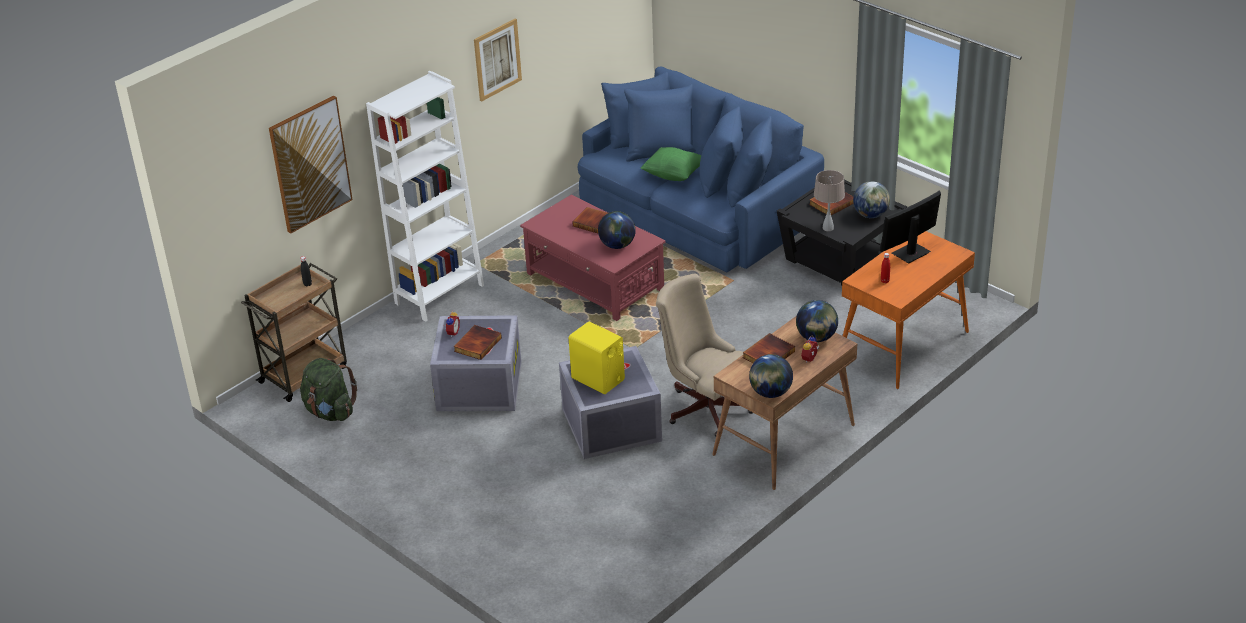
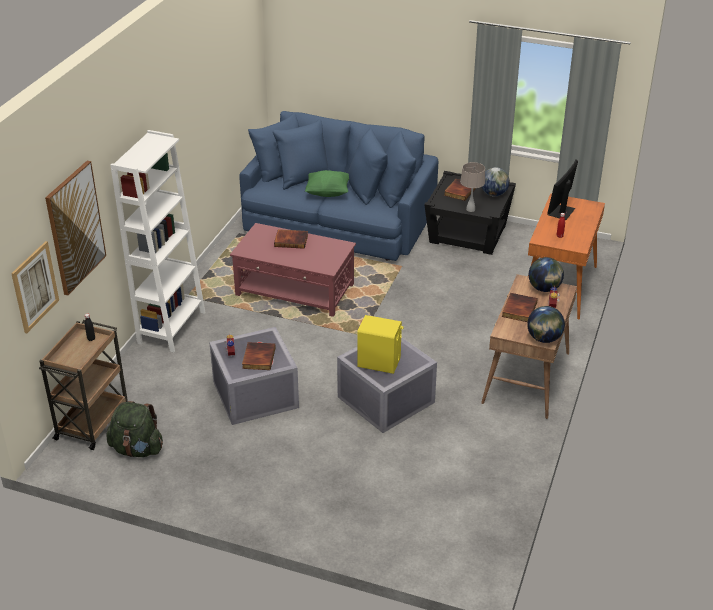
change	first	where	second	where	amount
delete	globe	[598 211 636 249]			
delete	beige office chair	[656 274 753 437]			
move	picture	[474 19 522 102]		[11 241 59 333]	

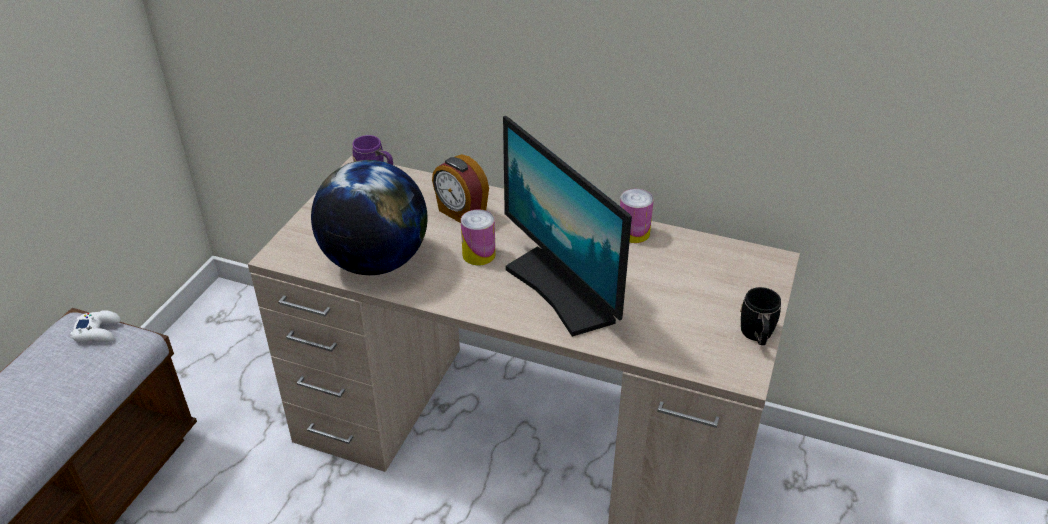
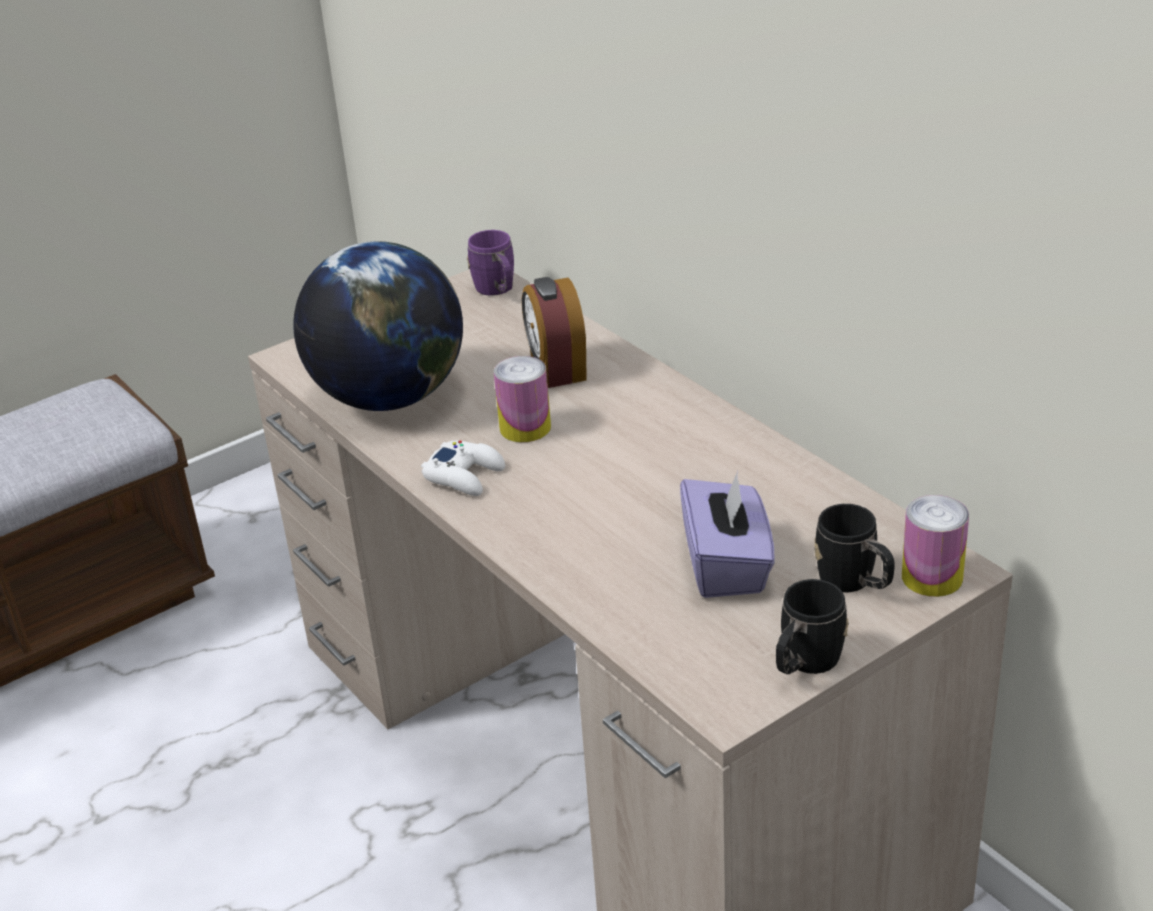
change	first	where	second	where	amount
delete	monitor	[503 116 632 337]			
insert			purple tissue box	[680 471 775 598]	
insert			black mug	[814 504 894 592]	
move	white game controller	[70 310 121 342]		[421 441 505 496]	
move	can	[620 189 654 243]		[902 495 969 597]	

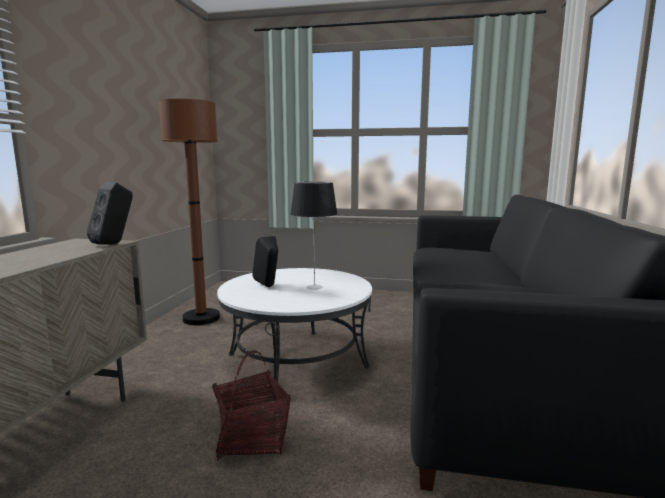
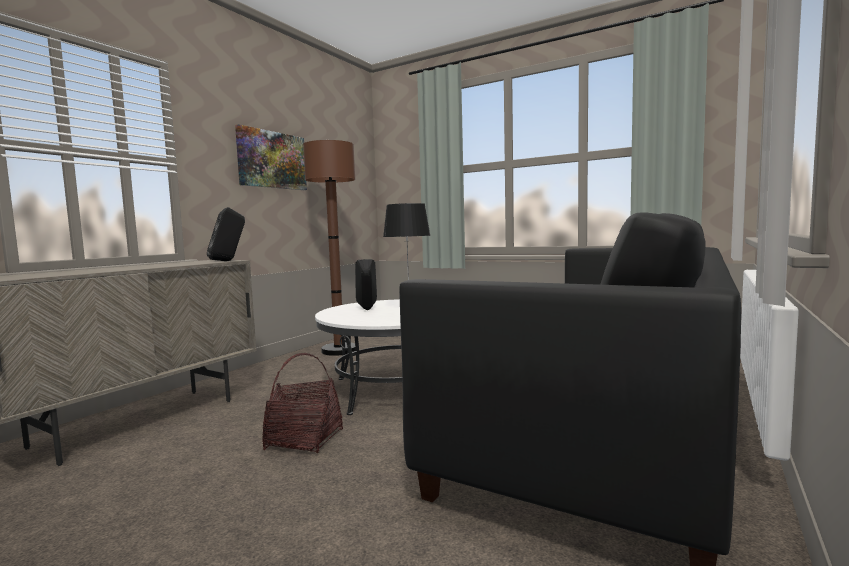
change	first	where	second	where	amount
insert			picture	[235 124 307 190]	

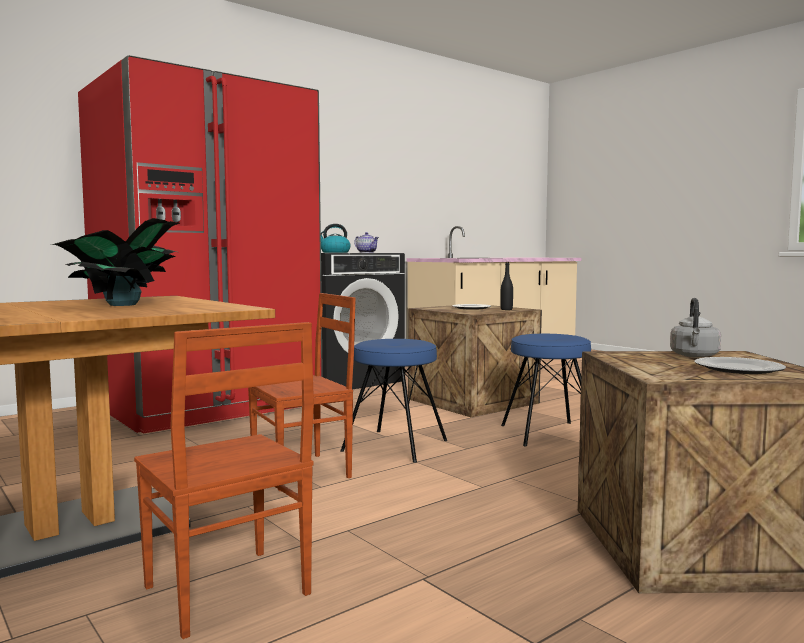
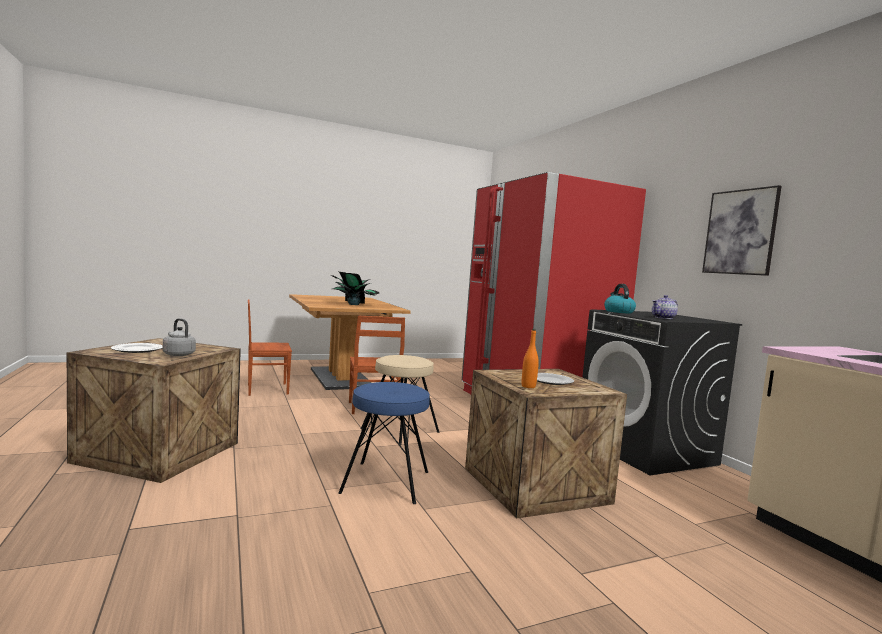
change	first	where	second	where	amount
insert			picture	[702 185 782 276]	
recolor	blue stool	[340 339 447 463]	beige stool	[361 355 440 445]	
recolor	black bottle	[500 262 513 310]	orange bottle	[522 329 539 388]	

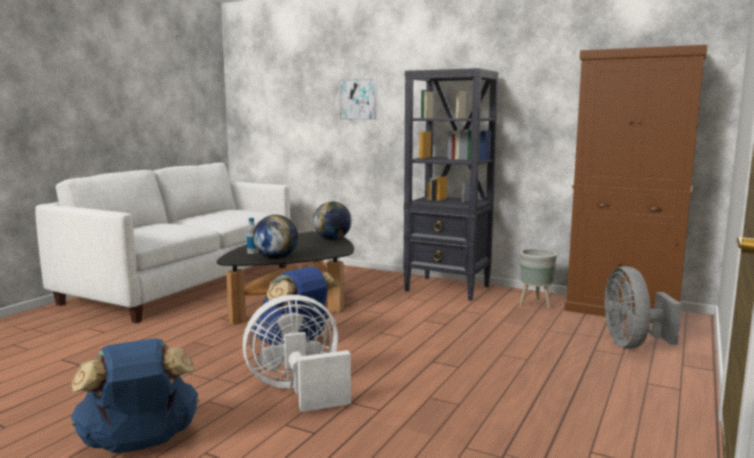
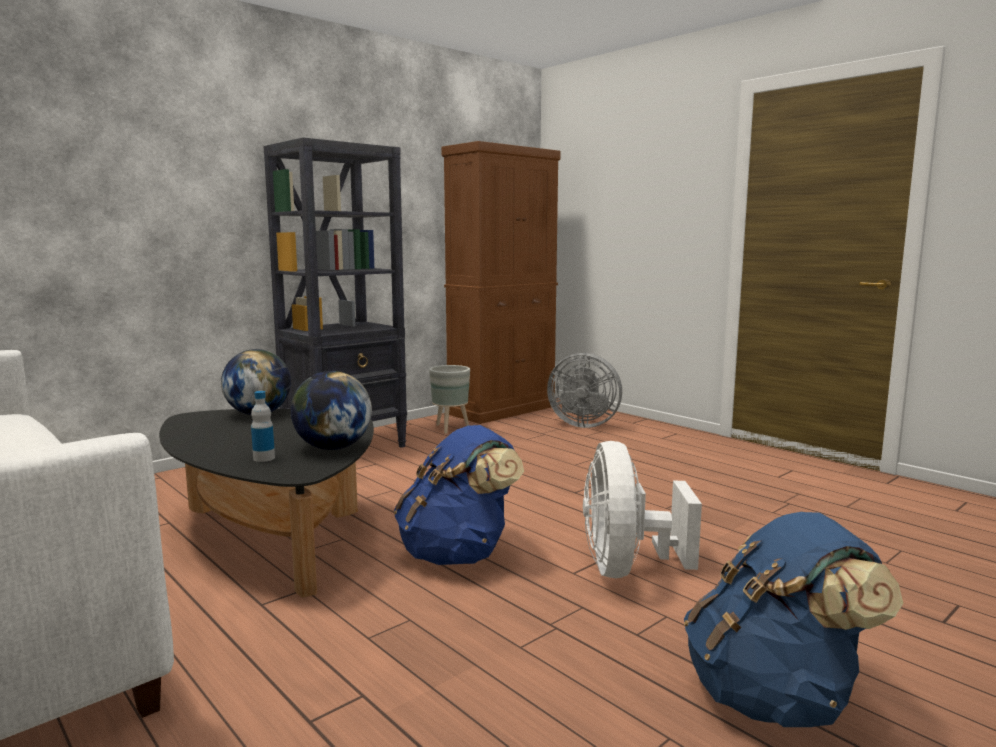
change	first	where	second	where	amount
delete	picture	[340 79 377 120]			

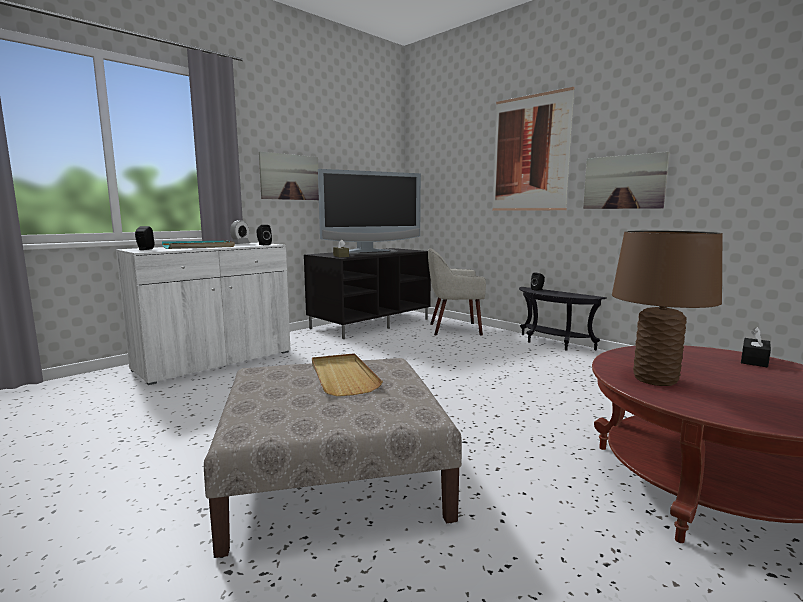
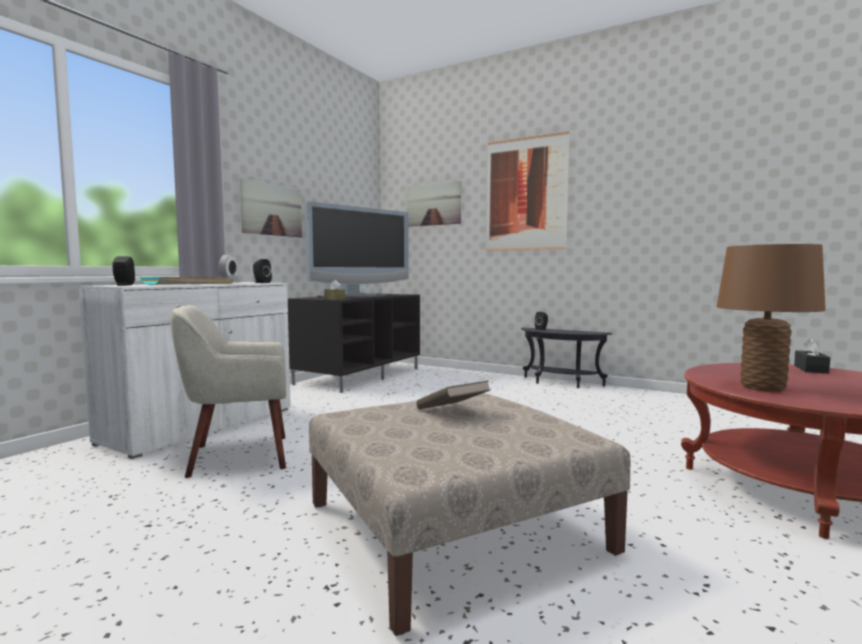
change	first	where	second	where	amount
move	beige armchair	[428 248 486 336]		[171 305 286 478]	
move	picture	[583 152 669 209]		[407 181 461 227]	
replace	beige tray	[312 353 383 396]	brown book	[416 380 490 410]	

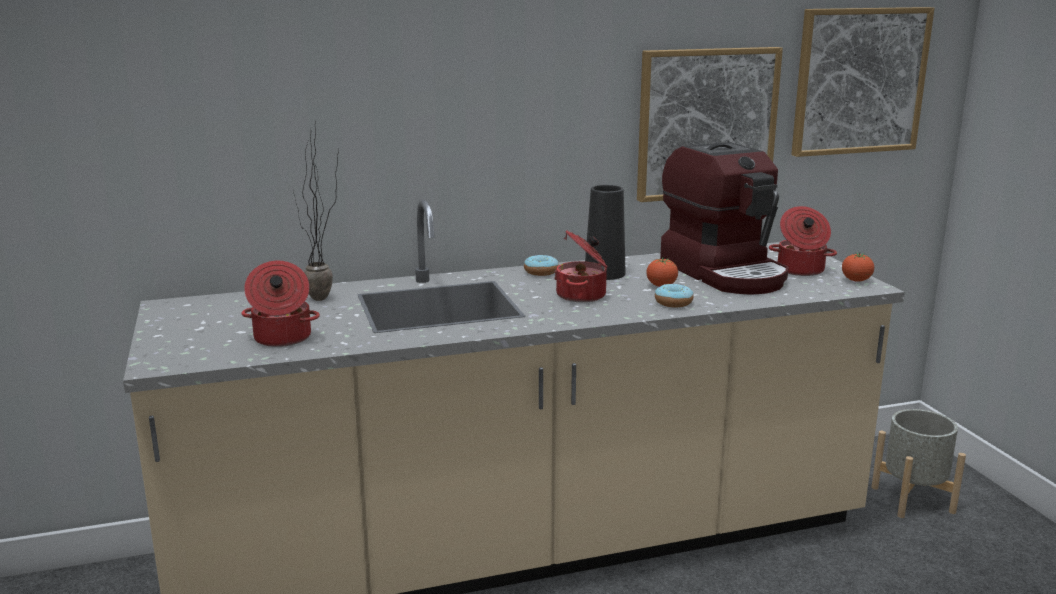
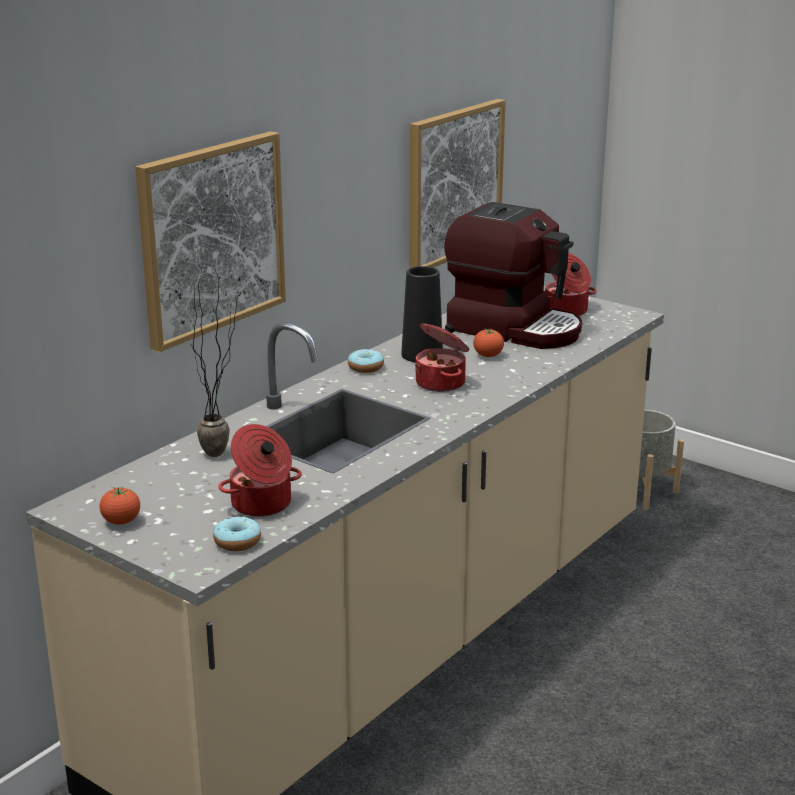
change	first	where	second	where	amount
move	donut	[655 284 693 308]		[213 516 261 551]	
move	picture	[791 7 935 157]		[135 131 286 352]	
move	tomato	[842 252 874 282]		[100 486 140 525]	

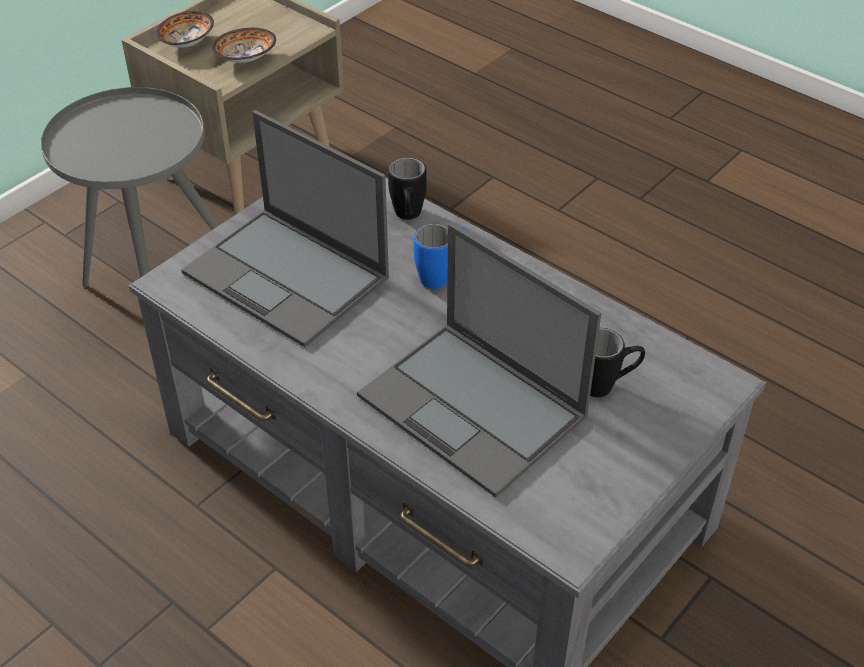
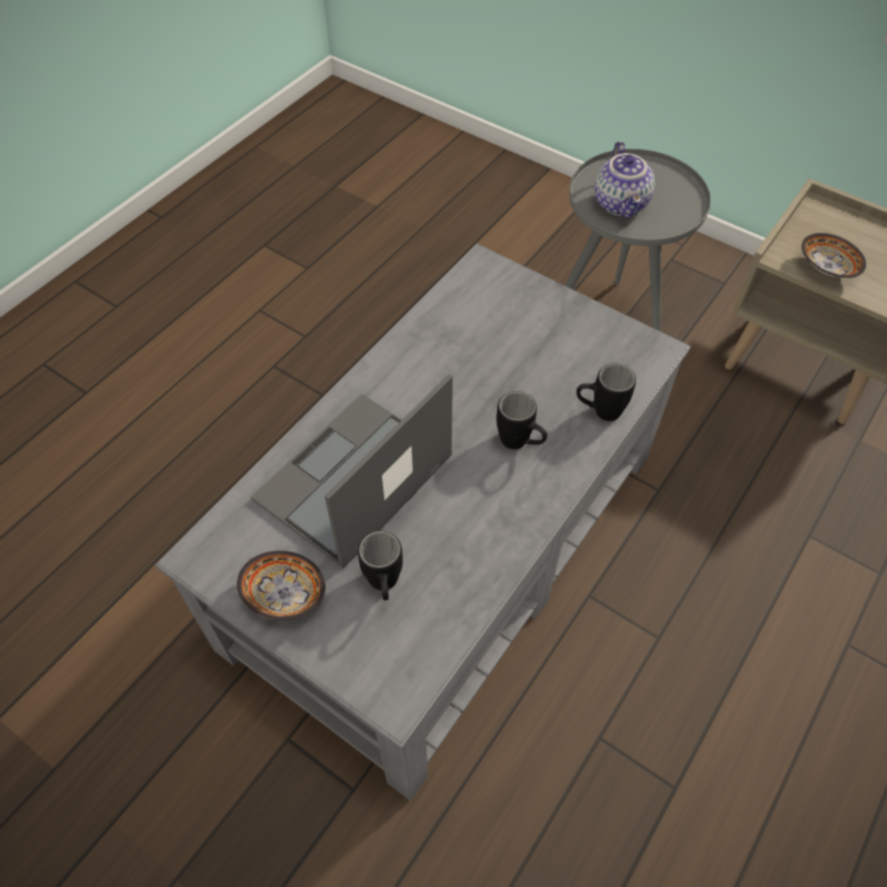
change	first	where	second	where	amount
delete	laptop	[181 110 389 347]			
insert			teapot	[595 141 655 218]	
move	bowl	[156 11 214 48]		[237 551 325 620]	
recolor	blue mug	[413 224 465 289]	black mug	[496 391 547 449]	

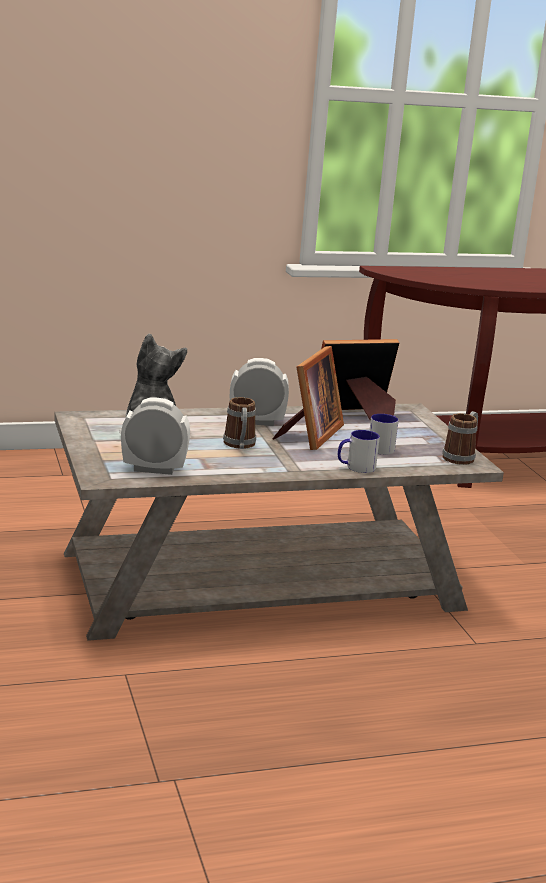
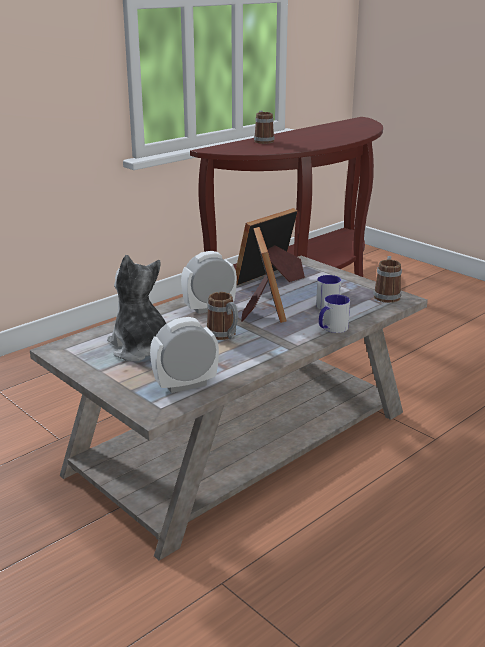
change	first	where	second	where	amount
insert			mug	[254 111 275 144]	

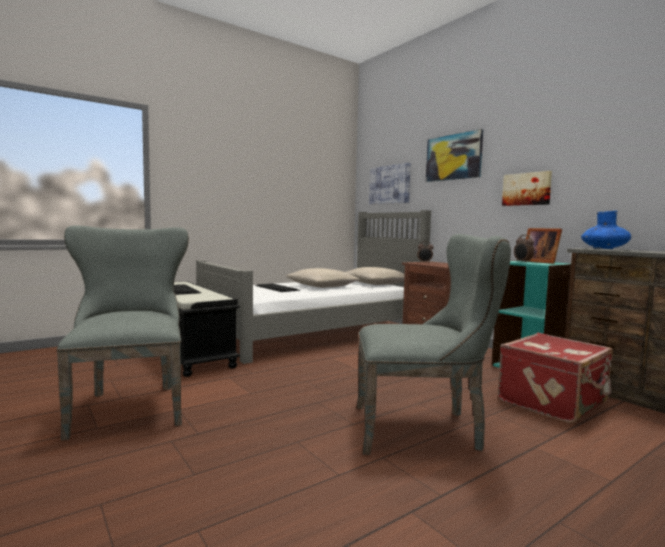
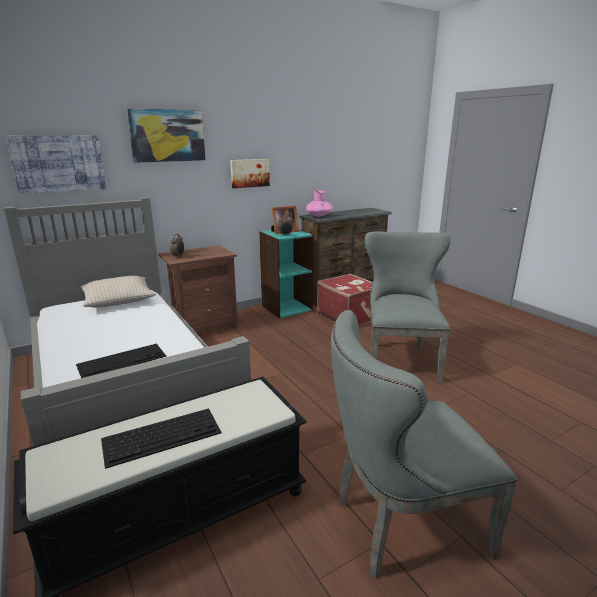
change	first	where	second	where	amount
delete	beige pillow	[286 268 360 288]			
recolor	blue vase	[581 211 631 249]	pink vase	[306 191 333 217]	

